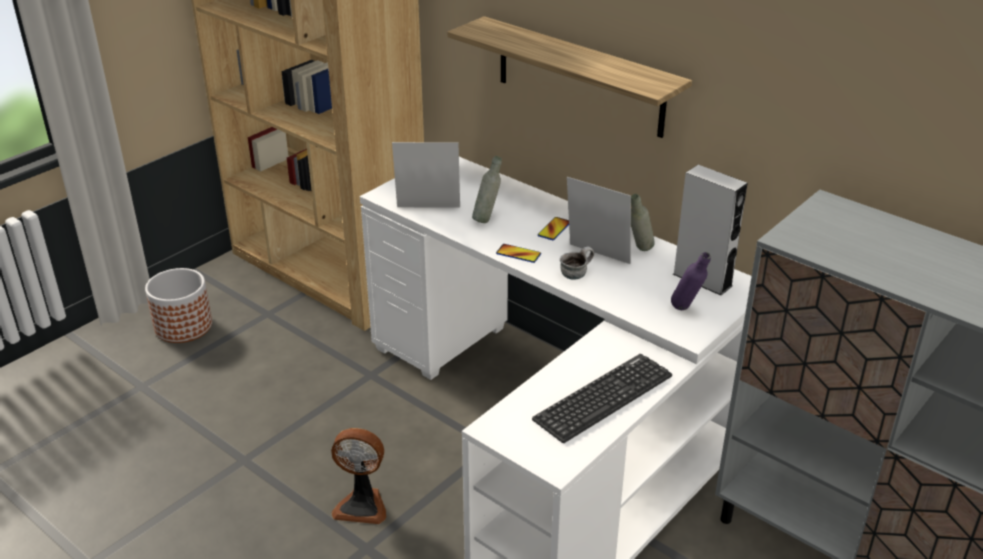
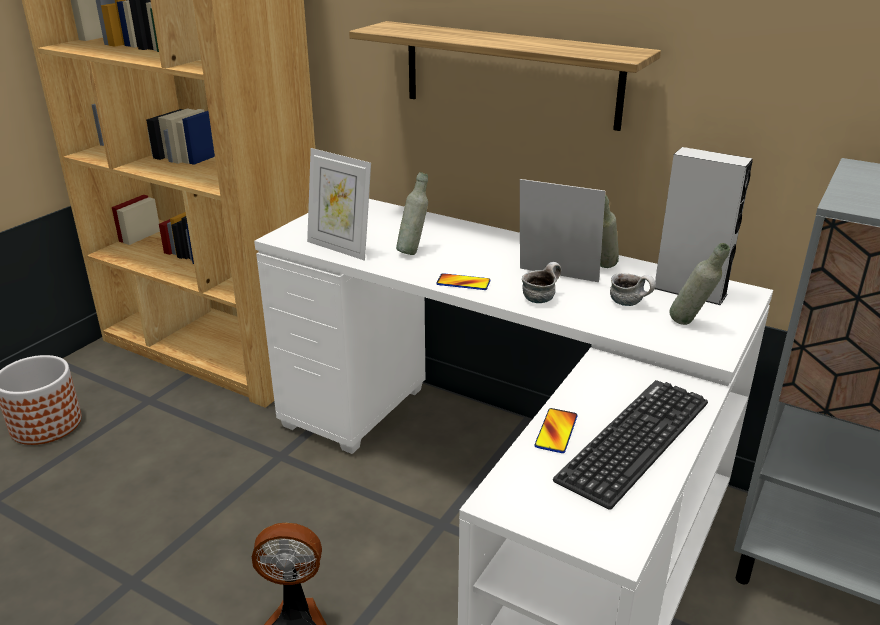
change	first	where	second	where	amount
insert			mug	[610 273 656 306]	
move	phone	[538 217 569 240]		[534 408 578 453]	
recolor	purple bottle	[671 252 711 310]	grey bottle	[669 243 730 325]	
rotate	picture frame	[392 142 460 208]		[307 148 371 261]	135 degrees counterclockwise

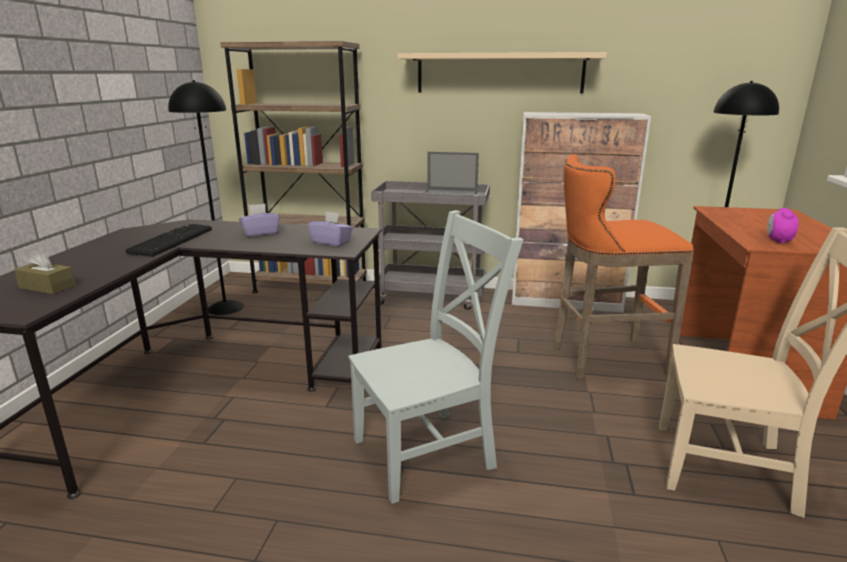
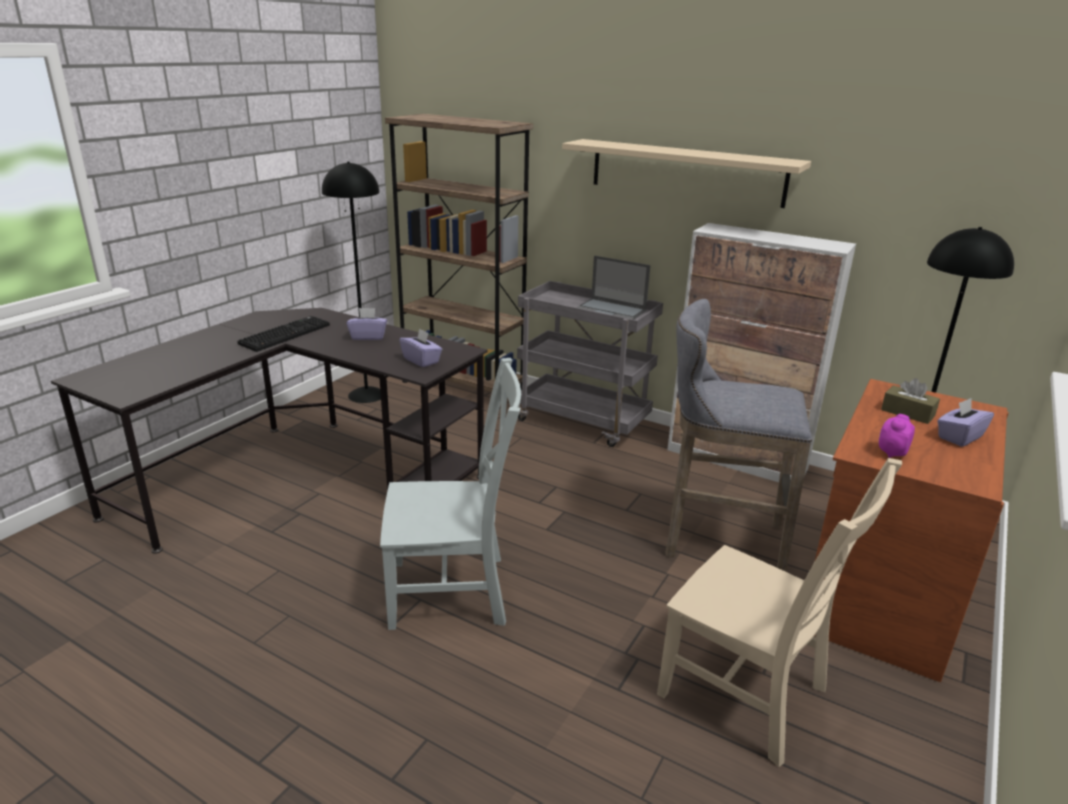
change	first	where	second	where	amount
insert			purple tissue box	[938 398 994 447]	
move	brown tissue box	[14 249 75 294]		[881 378 940 424]	
recolor	orange stool	[554 154 694 380]	grey stool	[665 299 812 572]	

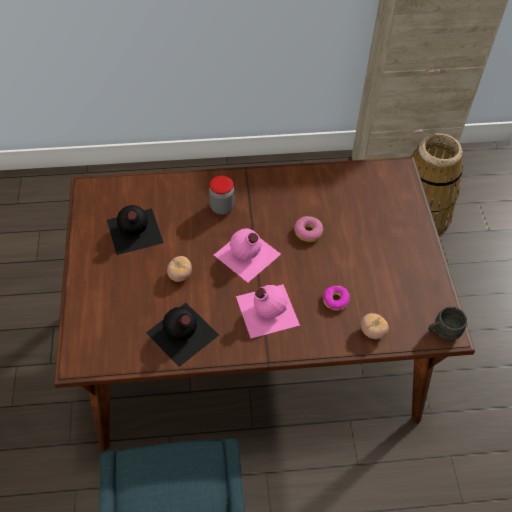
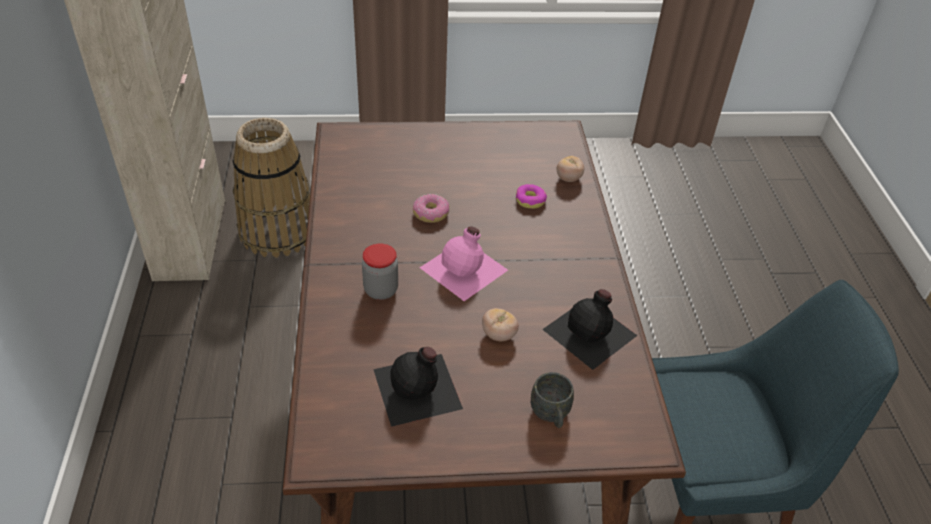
change	first	where	second	where	amount
delete	pink bottle	[236 284 300 338]			
move	grey mug	[428 307 467 341]		[531 372 574 428]	

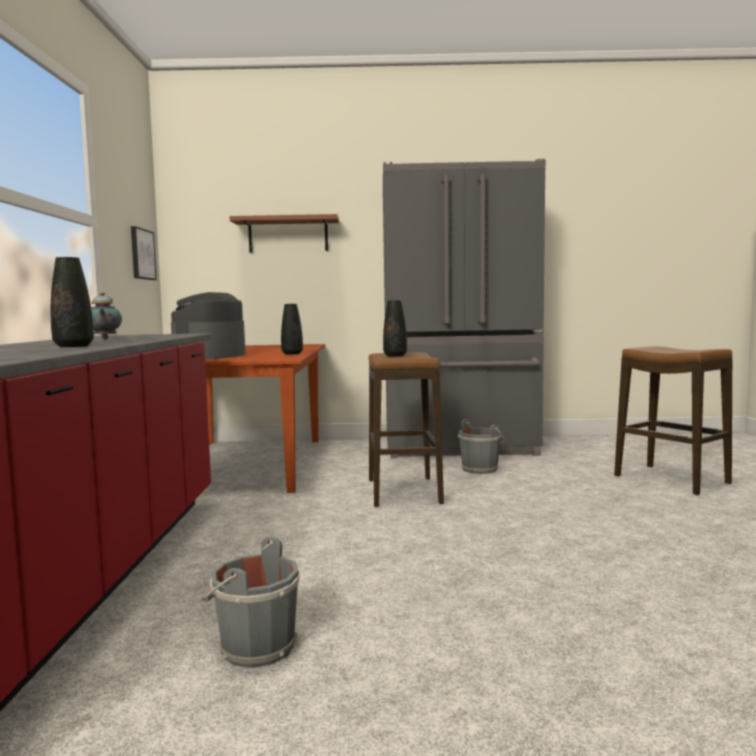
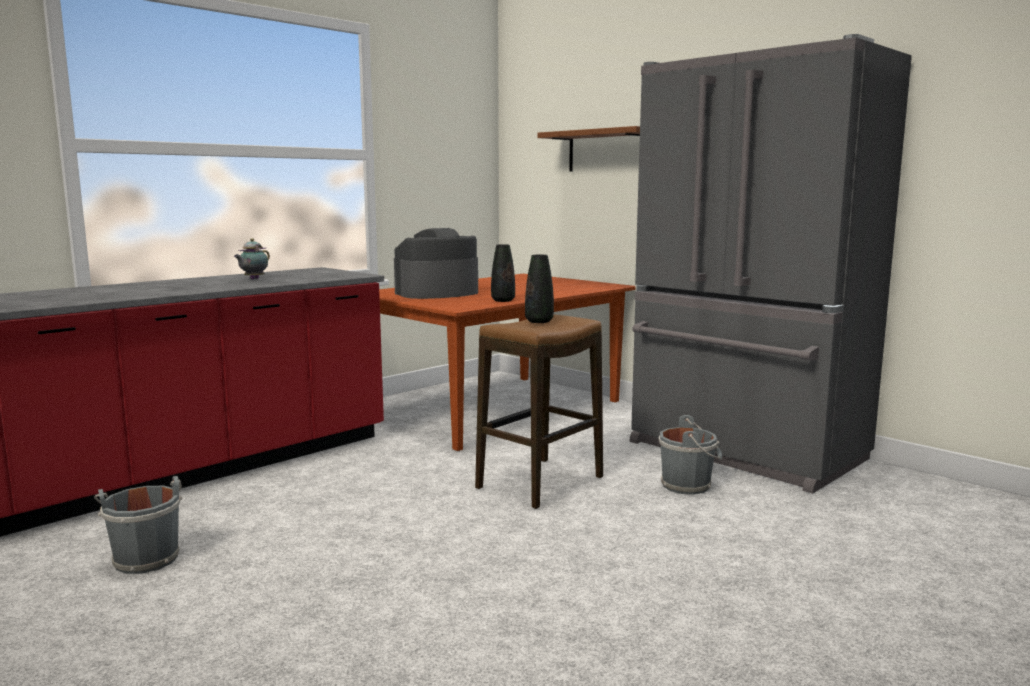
change	first	where	second	where	amount
delete	black vase	[51 257 94 347]			
delete	picture	[131 226 157 280]			
delete	stool	[614 346 732 495]			

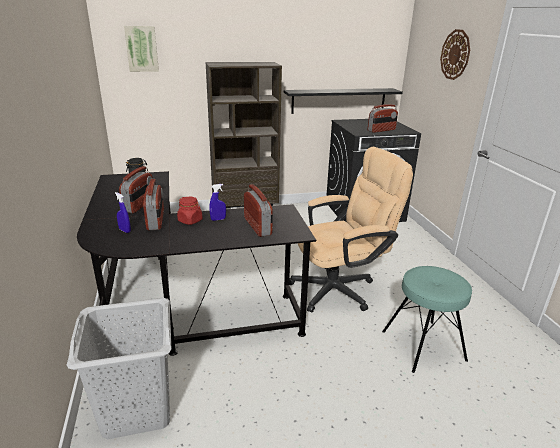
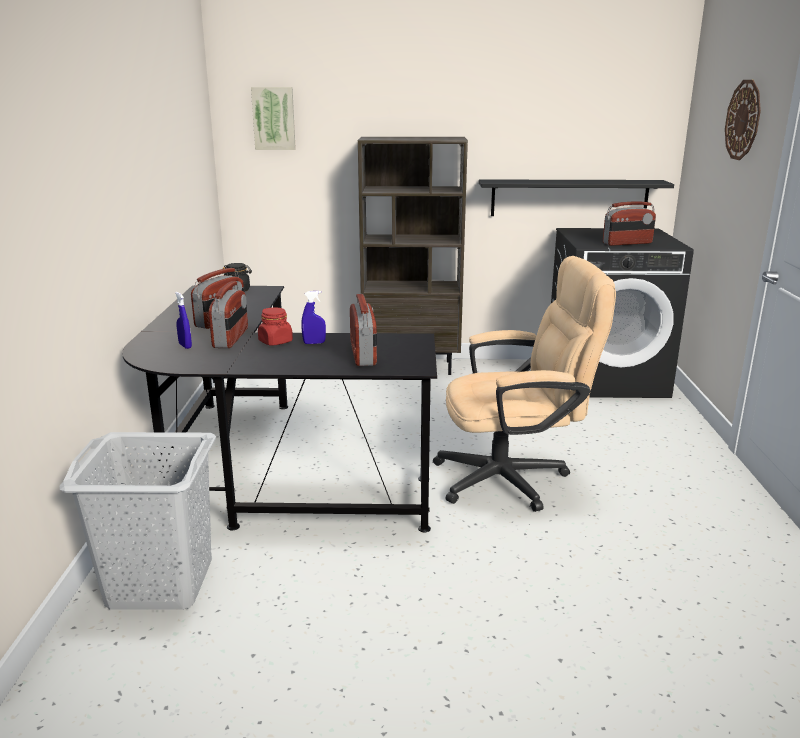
change	first	where	second	where	amount
delete	turquoise stool	[382 266 472 373]			

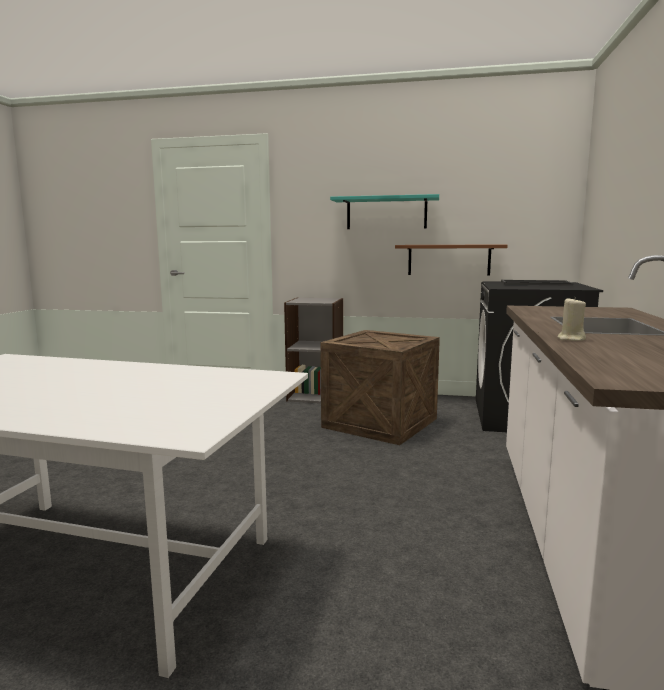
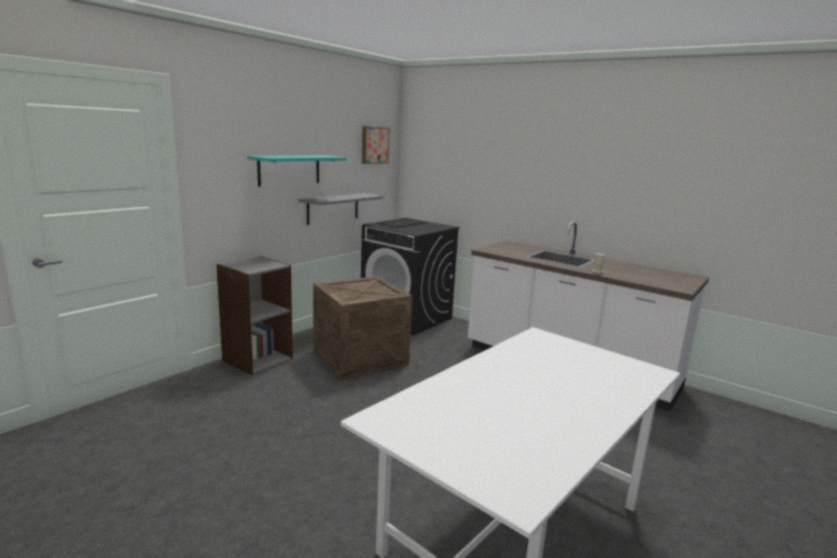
change	first	where	second	where	amount
insert			picture	[362 126 390 164]	
recolor	brown shelf	[395 244 508 276]	grey shelf	[299 193 383 225]	

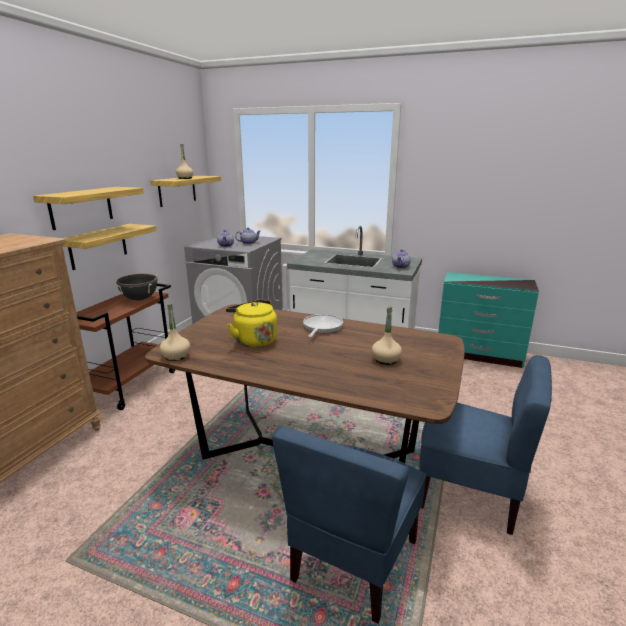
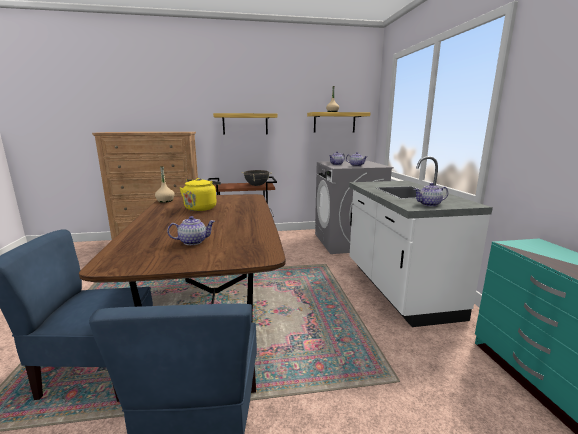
change	first	where	second	where	amount
delete	shelf	[62 224 157 270]			
delete	frying pan	[303 314 343 337]			
replace	beige bottle	[372 306 402 365]	teapot	[167 216 215 245]	

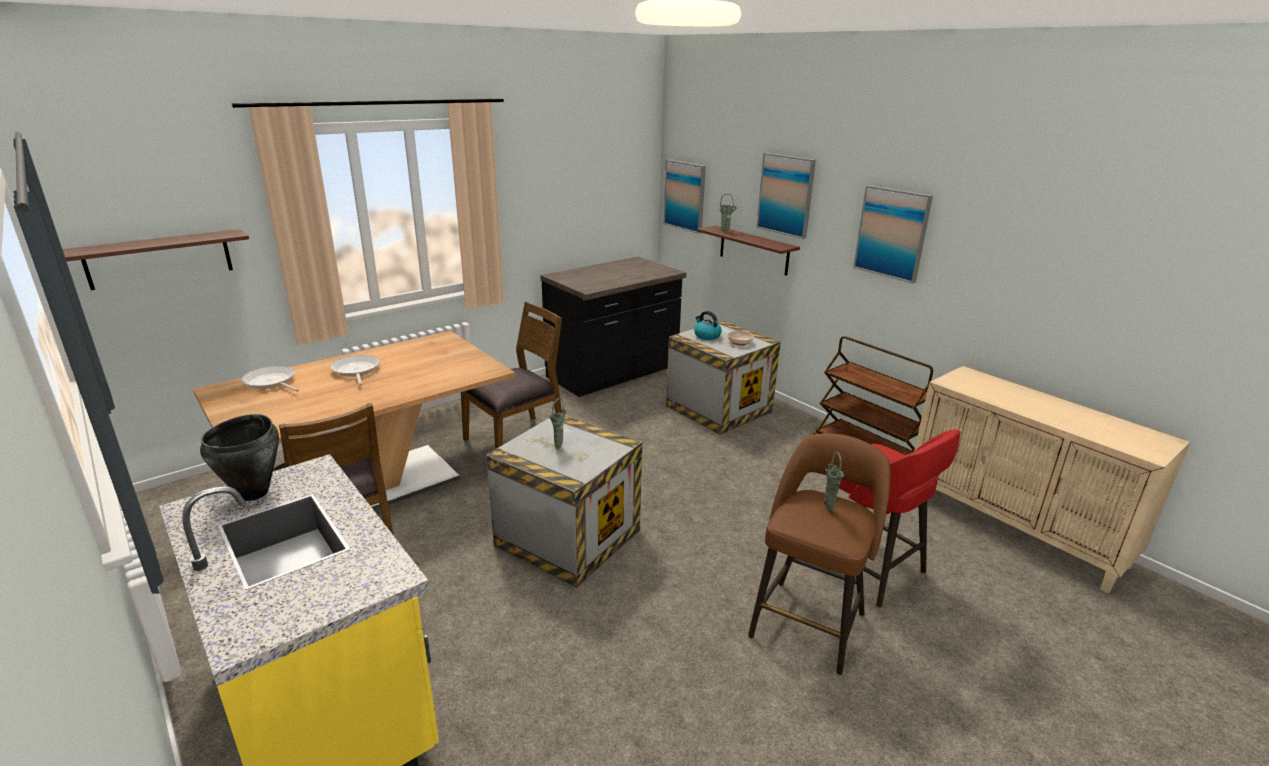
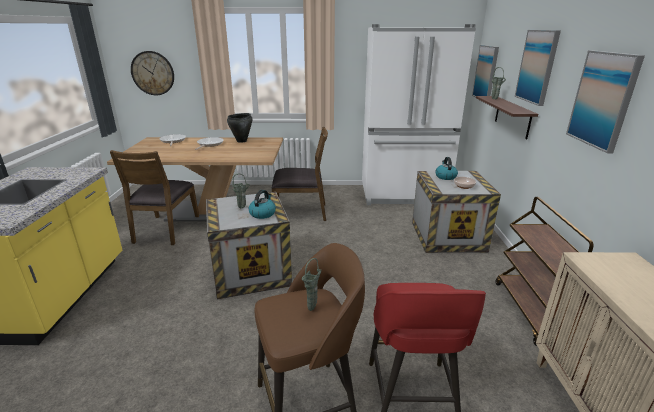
change	first	where	second	where	amount
insert			kettle	[249 190 276 219]	
move	black cooking pot	[200 414 279 501]		[227 113 252 143]	
replace	shelf	[63 229 249 290]	wall clock	[131 51 174 95]	
replace	black counter	[540 257 686 397]	white fridge	[362 24 476 205]	

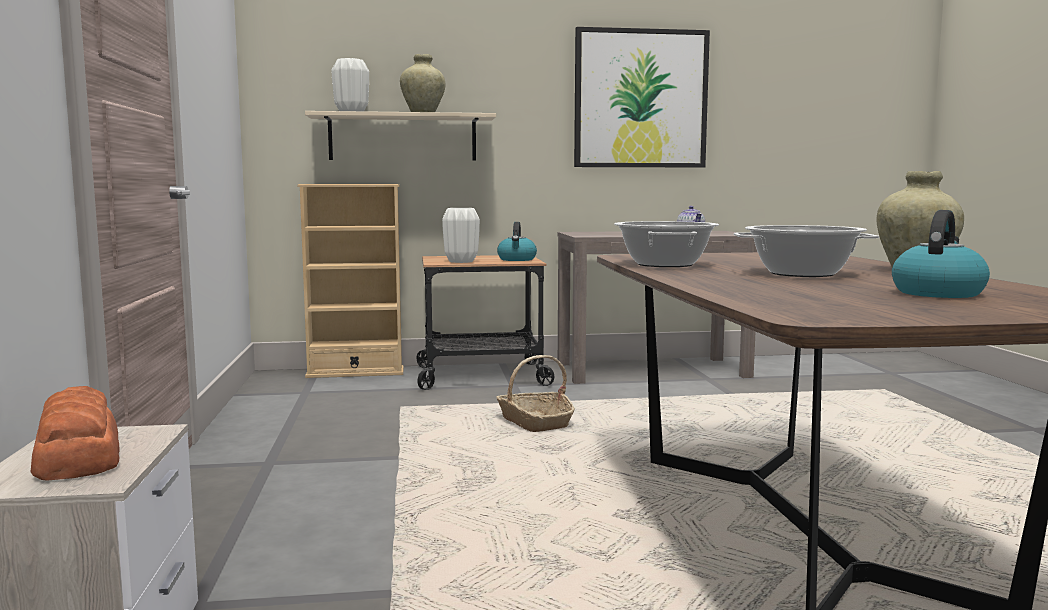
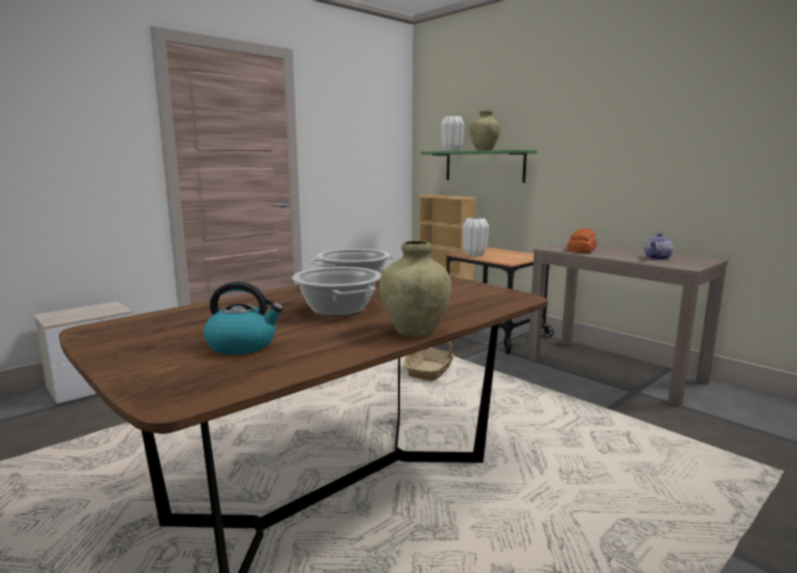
change	first	where	second	where	amount
delete	kettle	[497 222 537 261]			
delete	picture	[574 27 710 167]			
move	bread	[31 386 120 481]		[566 228 597 253]	
recolor	beige shelf	[305 111 496 161]	green shelf	[421 150 537 183]	

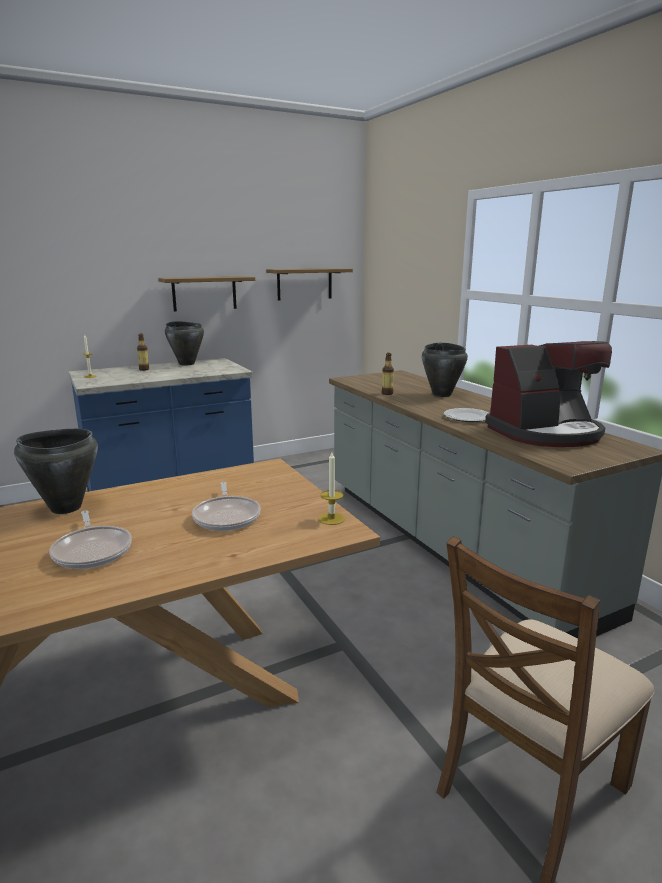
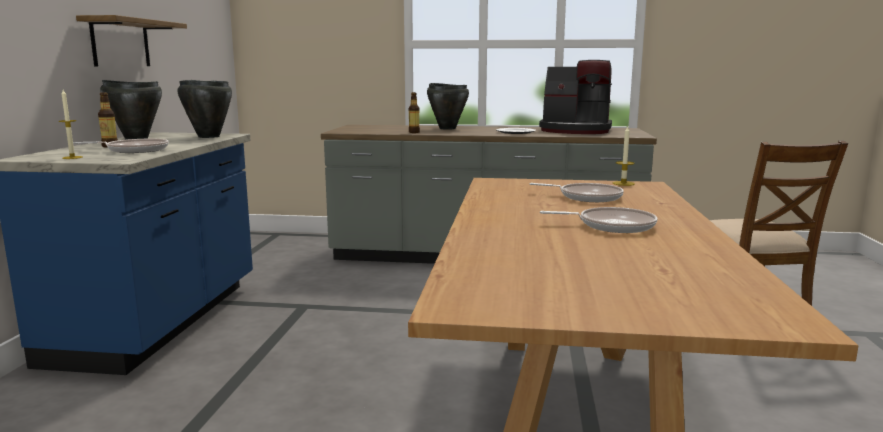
change	first	where	second	where	amount
delete	shelf	[266 268 353 301]			
insert			frying pan	[73 139 169 153]	
move	black cooking pot	[14 429 98 514]		[177 80 232 138]	
rotate	coffee machine	[485 341 612 447]		[539 60 612 134]	90 degrees clockwise

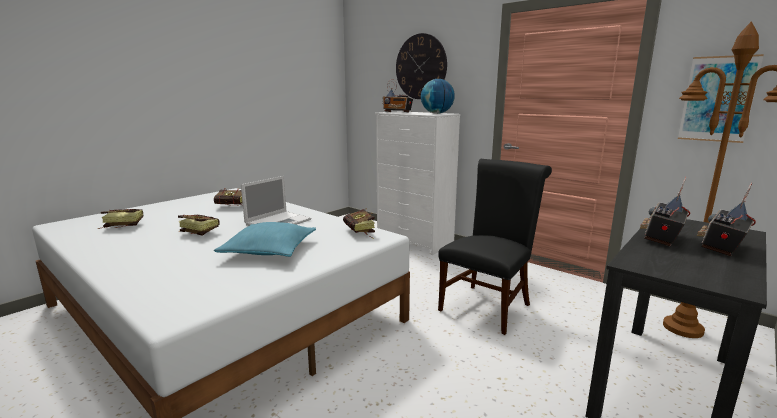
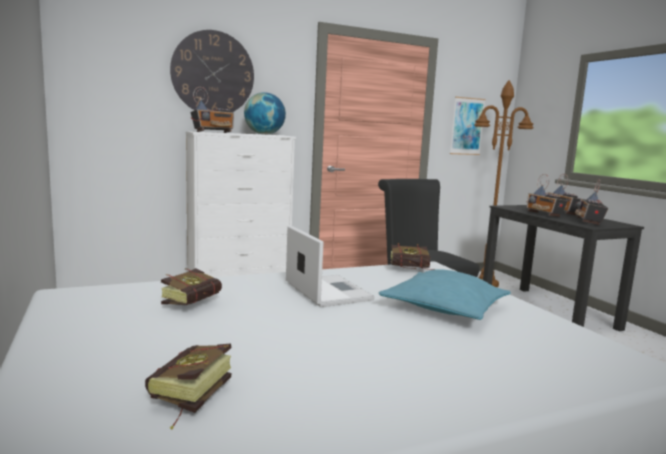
change	first	where	second	where	amount
delete	book	[178 215 220 236]			
insert			radio	[575 179 609 225]	

